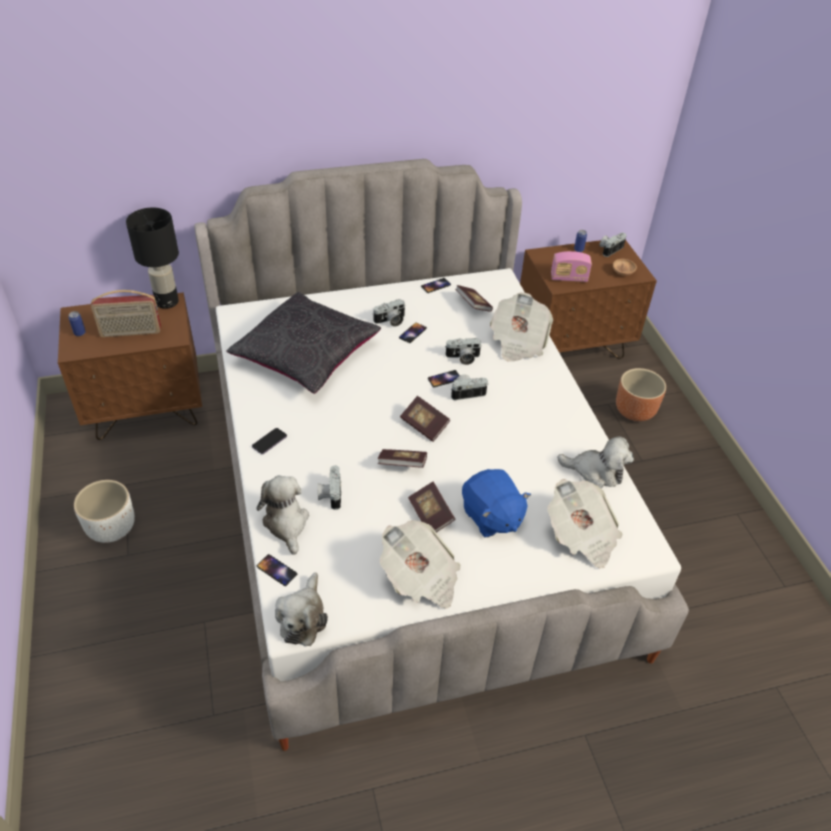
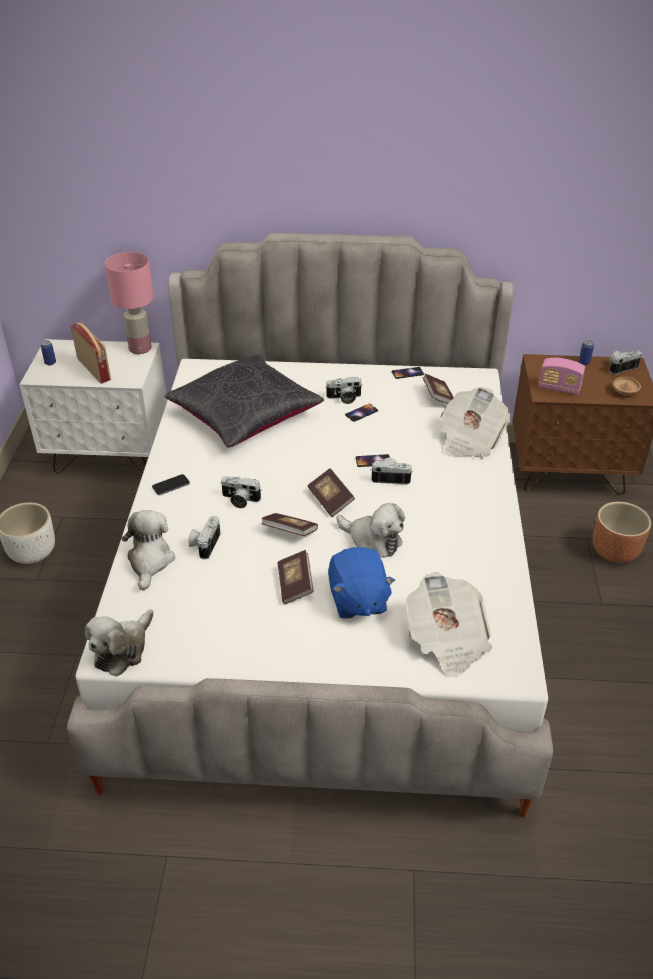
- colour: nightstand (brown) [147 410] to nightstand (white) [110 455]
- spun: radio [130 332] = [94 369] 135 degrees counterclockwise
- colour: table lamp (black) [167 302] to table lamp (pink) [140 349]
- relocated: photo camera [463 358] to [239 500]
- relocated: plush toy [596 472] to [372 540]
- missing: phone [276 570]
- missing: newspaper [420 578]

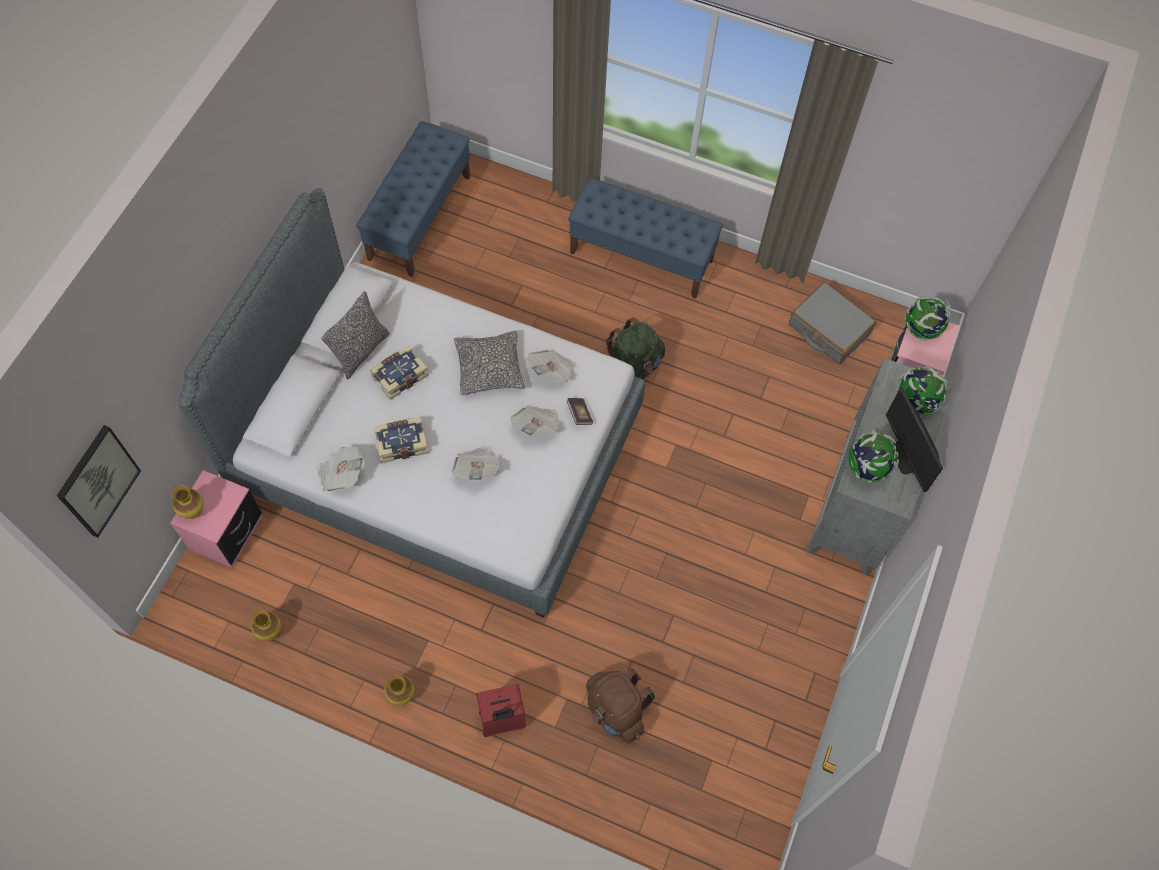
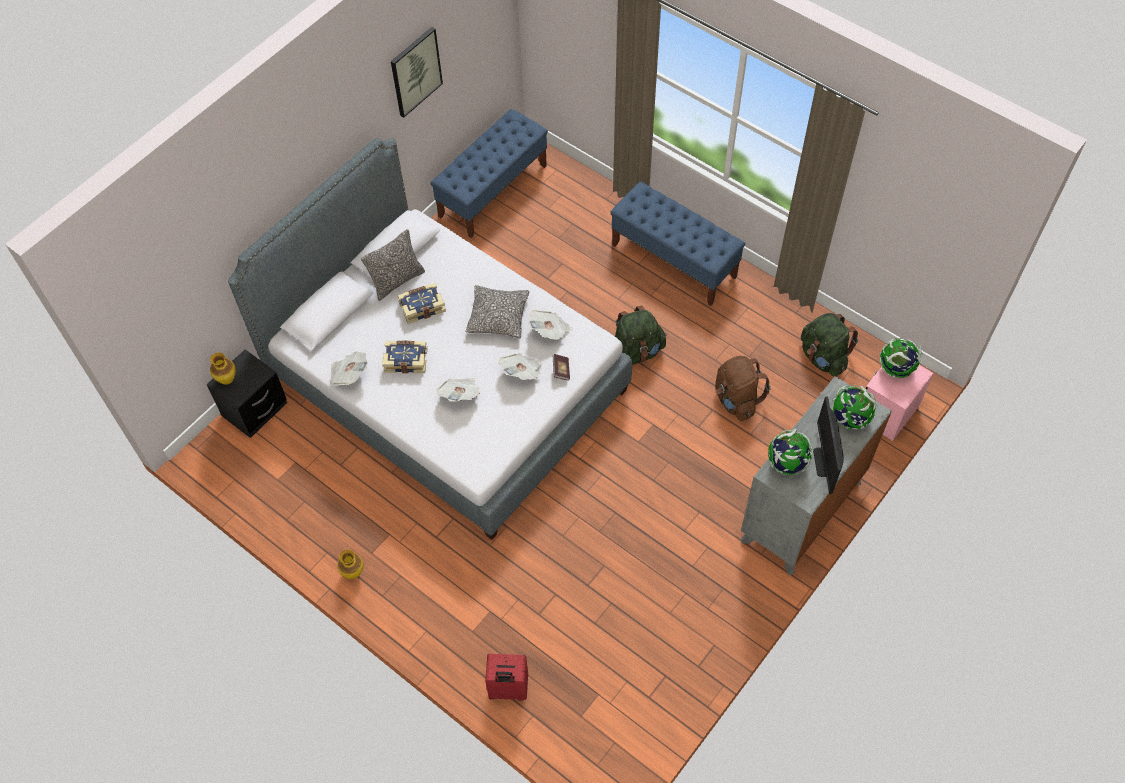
- colour: nightstand (pink) [227 533] to nightstand (black) [255 410]
- relocated: picture [97 481] to [415 71]
- relocated: suitcase (red) [502 721] to [508 689]
- relocated: backpack (brown) [616 710] to [736 400]
- exchanged: suitcase (grey) [828 329] to backpack (green) [823 357]
- missing: vase [270 632]

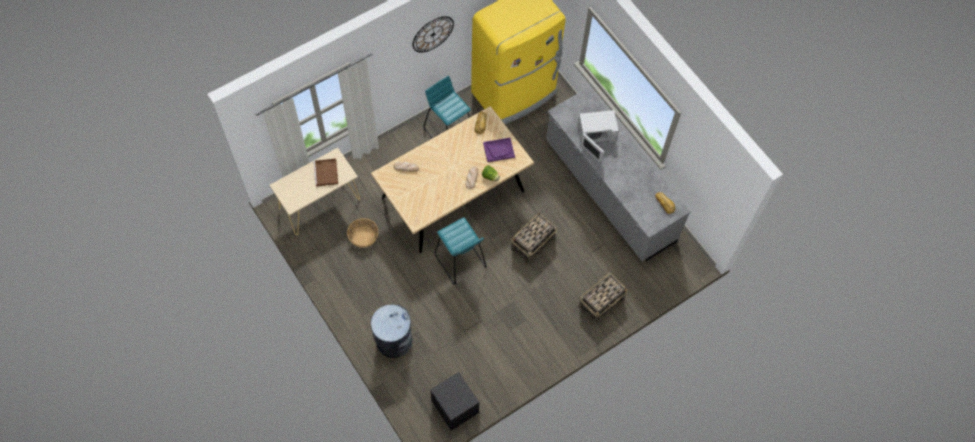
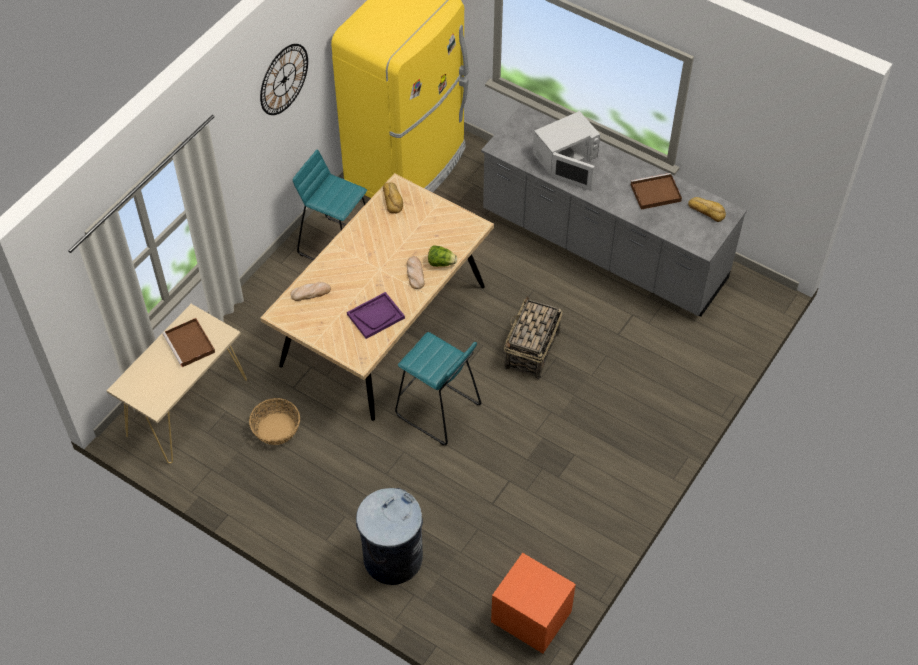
- relocated: tray (purple) [499 150] to [376 316]
- colour: nightstand (black) [455 407] to nightstand (orange) [531 617]
- appeared: tray (brown) [654 193]
- missing: basket [601 302]

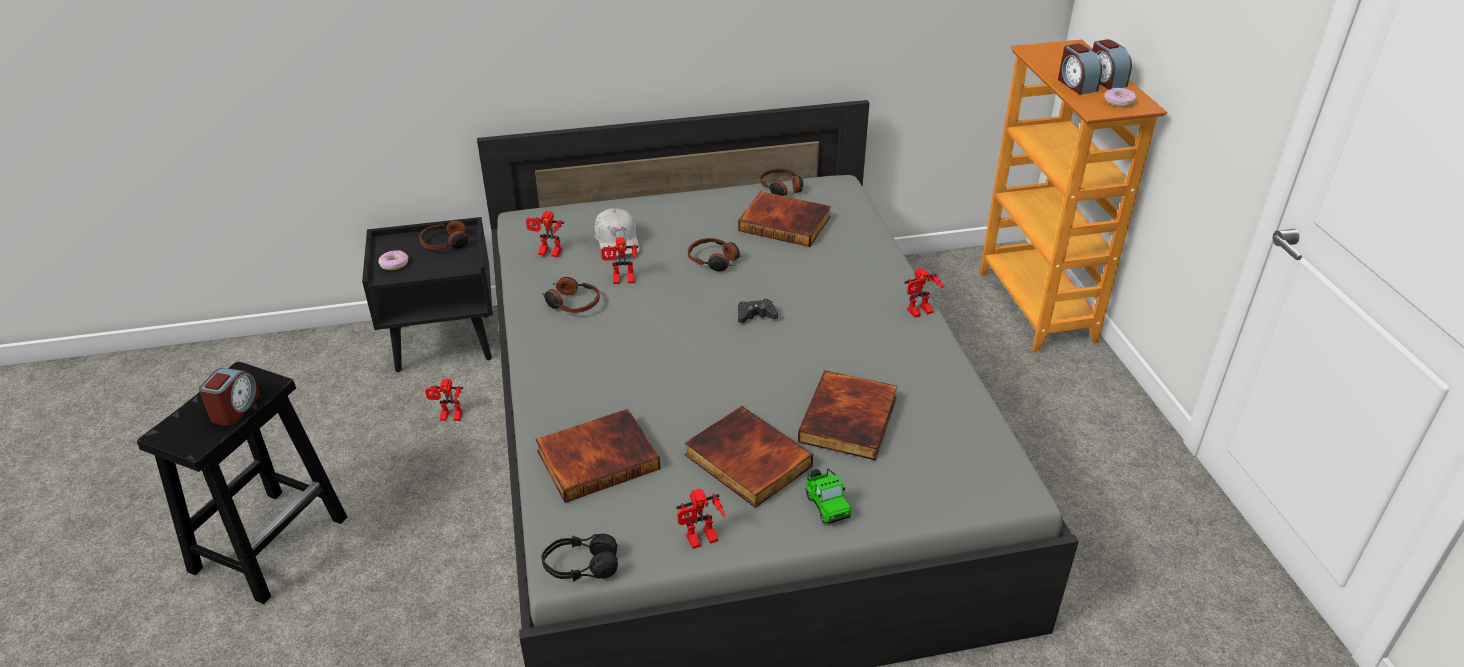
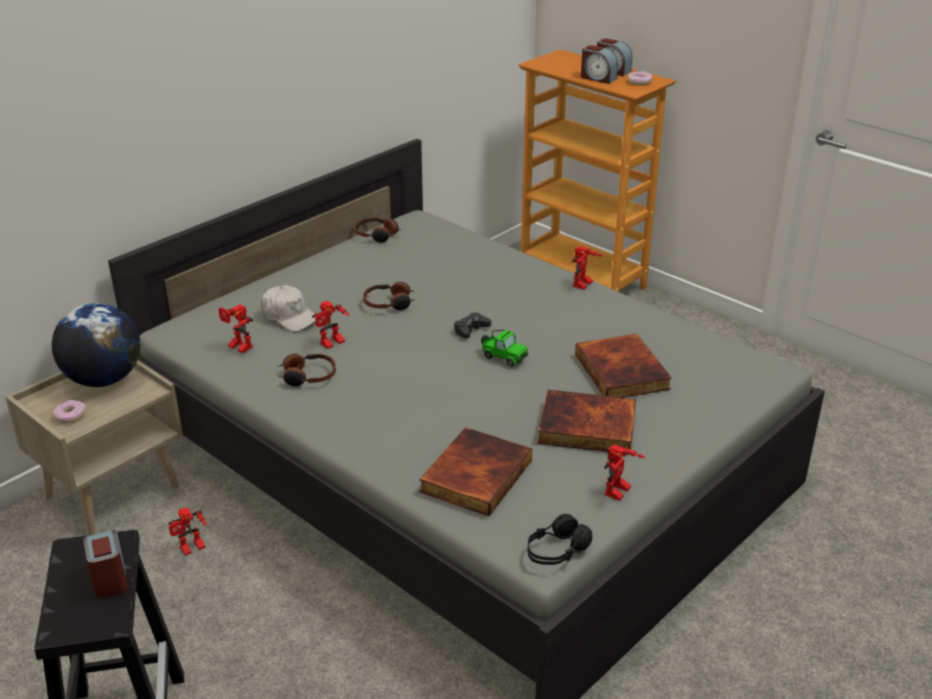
- colour: nightstand (black) [445 341] to nightstand (beige) [113 491]
- exchanged: headphones [447 242] to globe [103 379]
- spun: toy robot [547 253] = [237 347] 60 degrees clockwise
- relocated: toy car [826 504] to [502 357]
- missing: book [786 223]

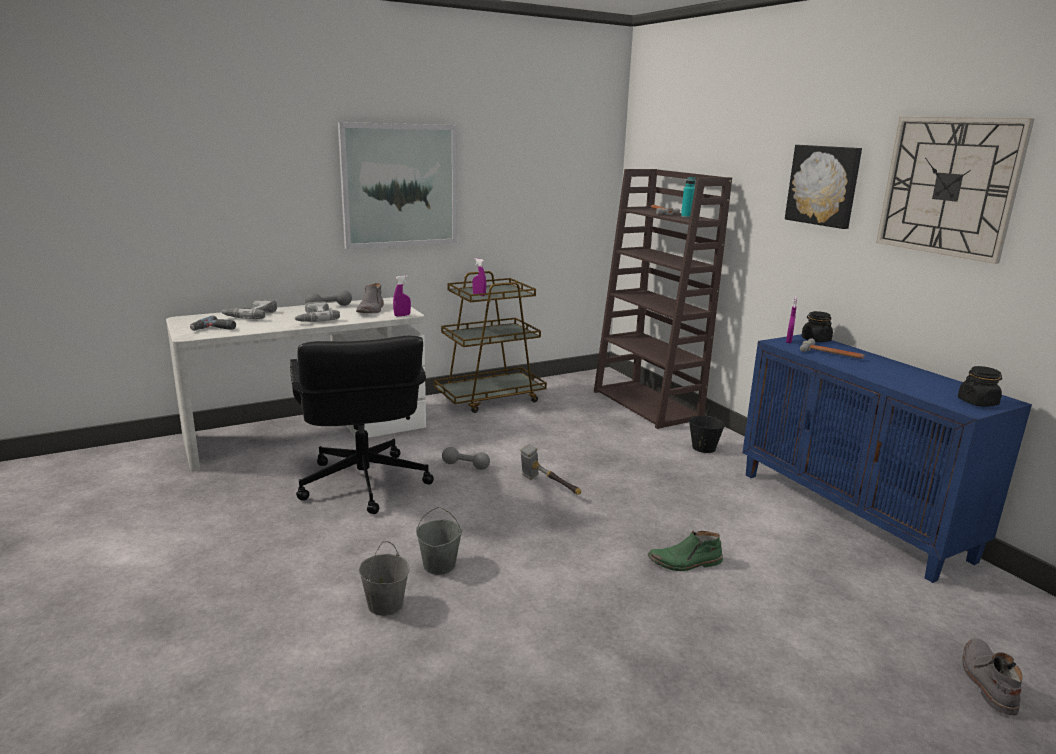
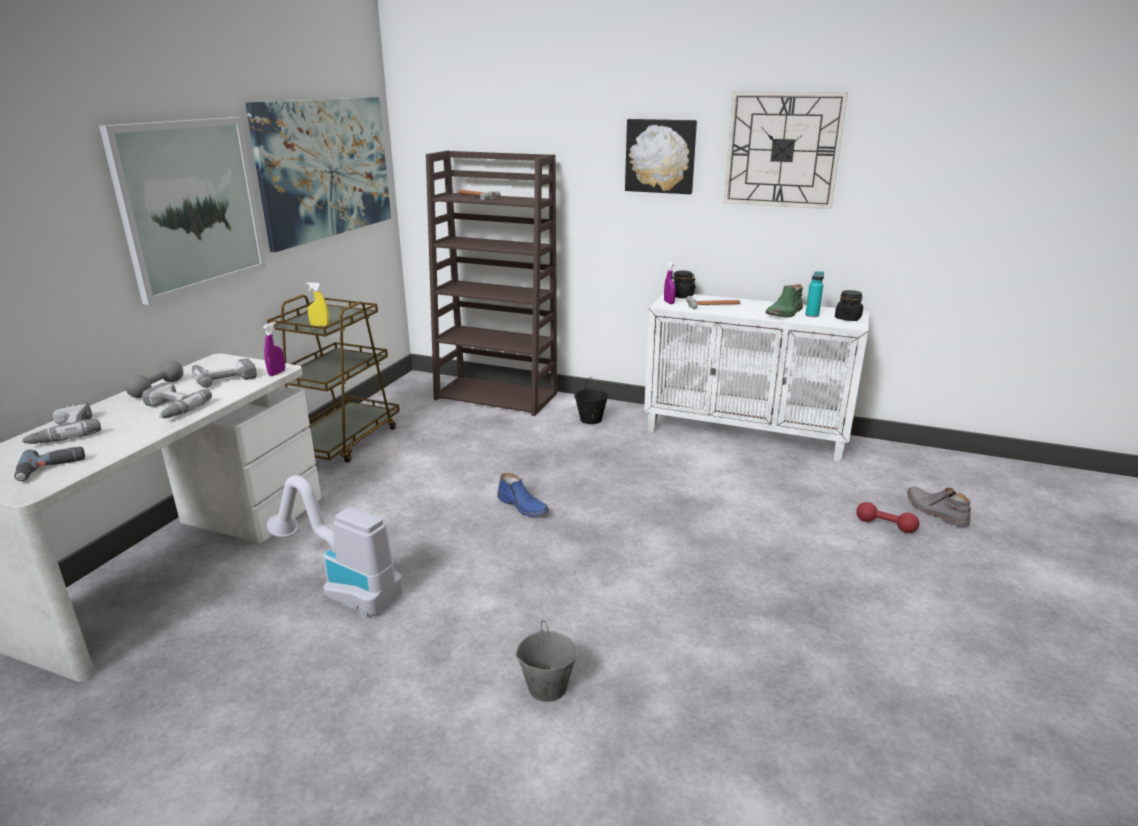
- exchanged: boot (grey) [371 310] to power drill [223 377]
- appeared: picture [326 168]
- exchanged: office chair (black) [363 484] to vacuum cleaner [342 587]
- colour: spray bottle (purple) [479 295] to spray bottle (yellow) [320 325]
- exchanged: hammer [548 487] to boot (blue) [523 506]
- colour: cabinet (blue) [852 515] to cabinet (white) [746 433]
- relocated: boot (green) [685 563] to [784 313]
- relocated: bottle (turquoise) [686 217] to [812 315]
- appeared: dumbbell (red) [885 525]
- missing: bucket (grey) [439 566]
- missing: dumbbell (grey) [465 466]

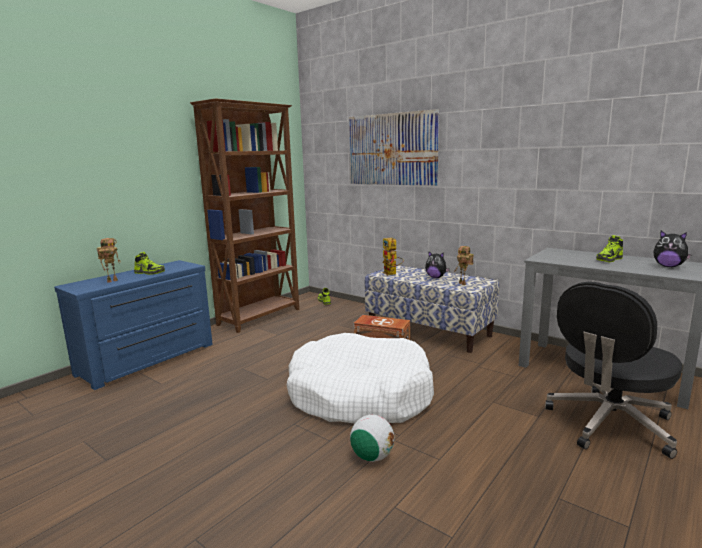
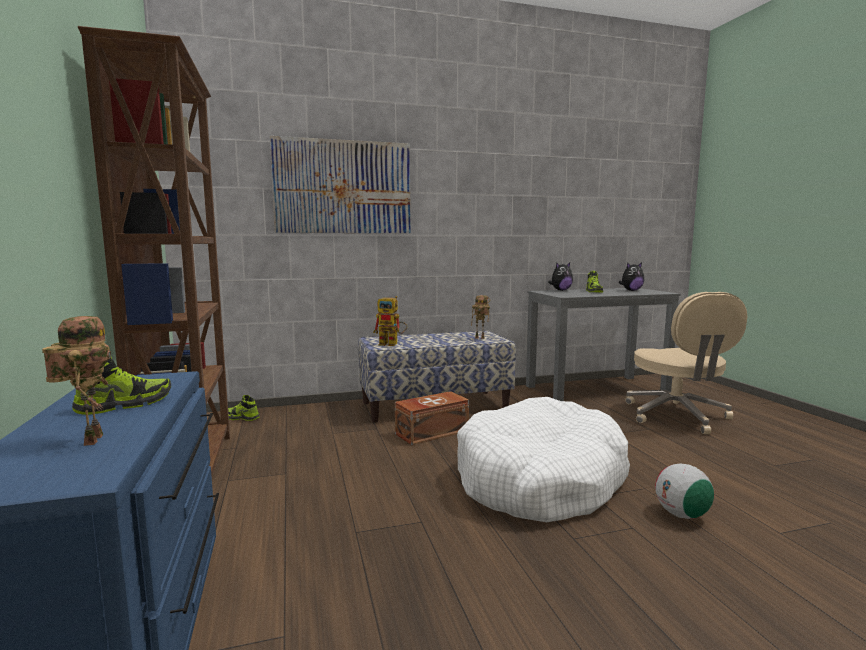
- relocated: plush toy [436 277] to [560 290]
- colour: office chair (black) [609 424] to office chair (beige) [677 416]

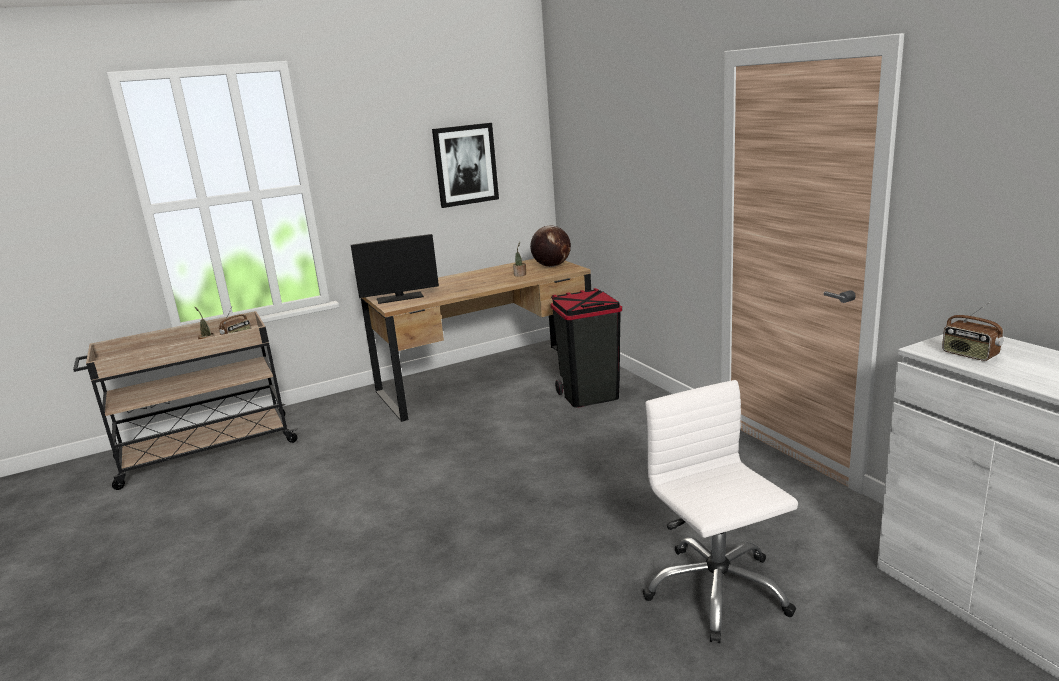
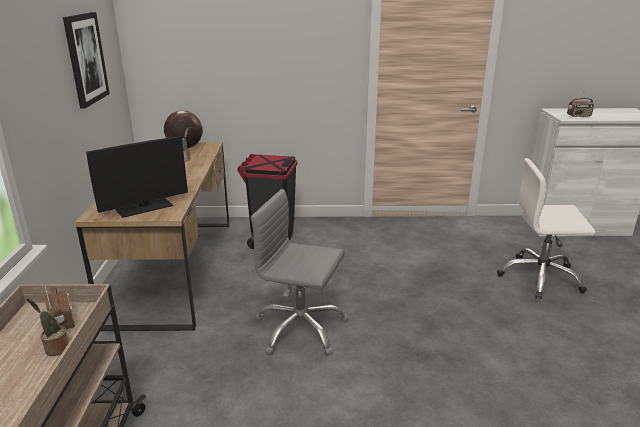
- spun: monitor [400 297] = [144 207] 45 degrees clockwise
- appeared: office chair (grey) [300 329]

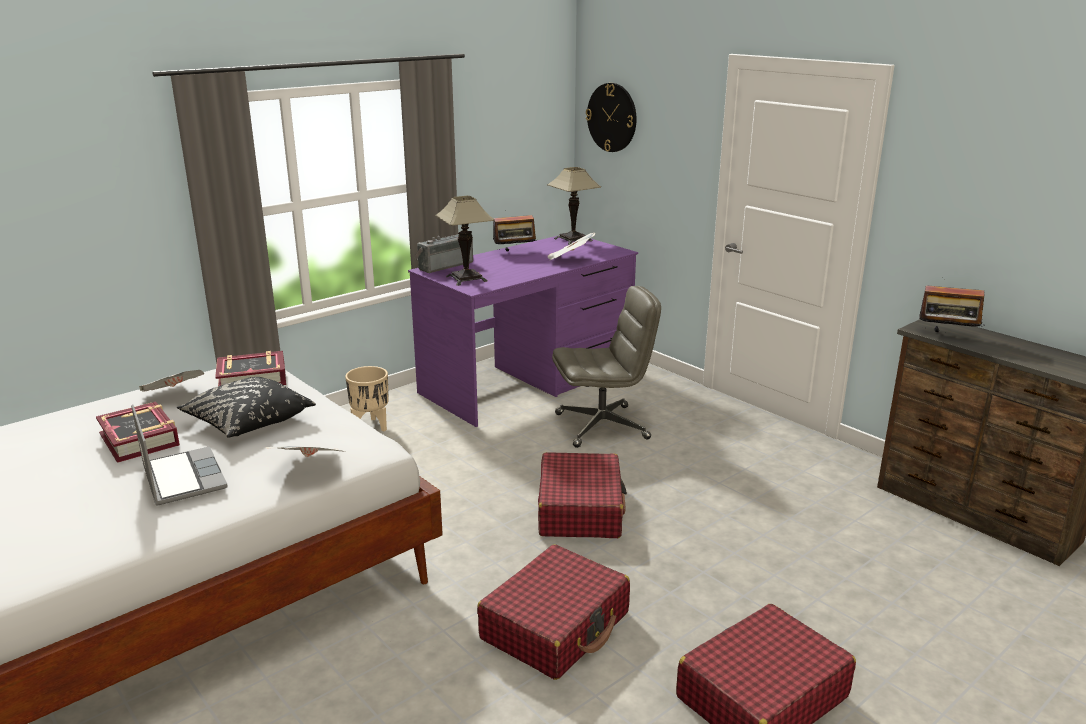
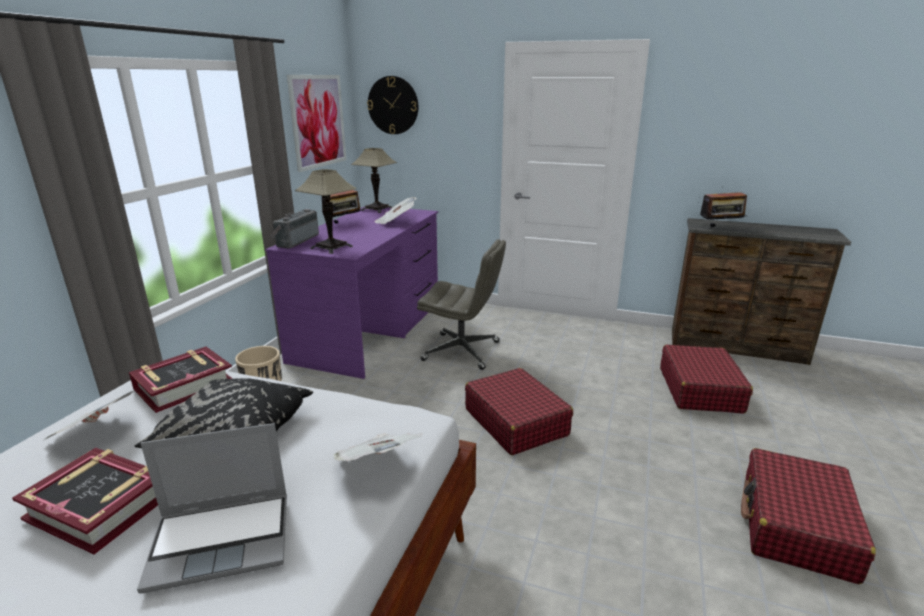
- spun: laptop [182 478] = [223 539] 135 degrees clockwise
- appeared: picture [318 121]
- spun: office chair (grey) [603 426] = [462 351] 60 degrees clockwise
- relocated: suitcase (red) [556 626] to [700 389]

